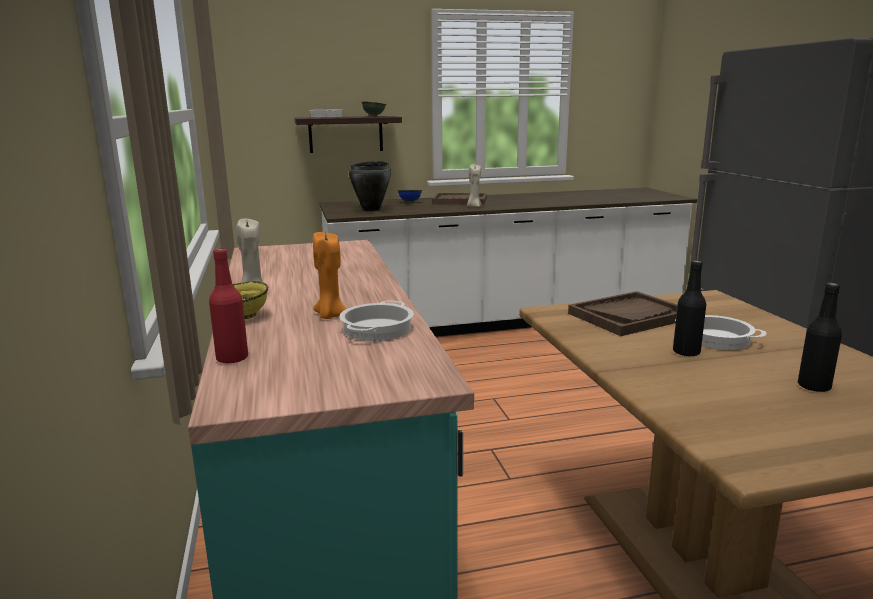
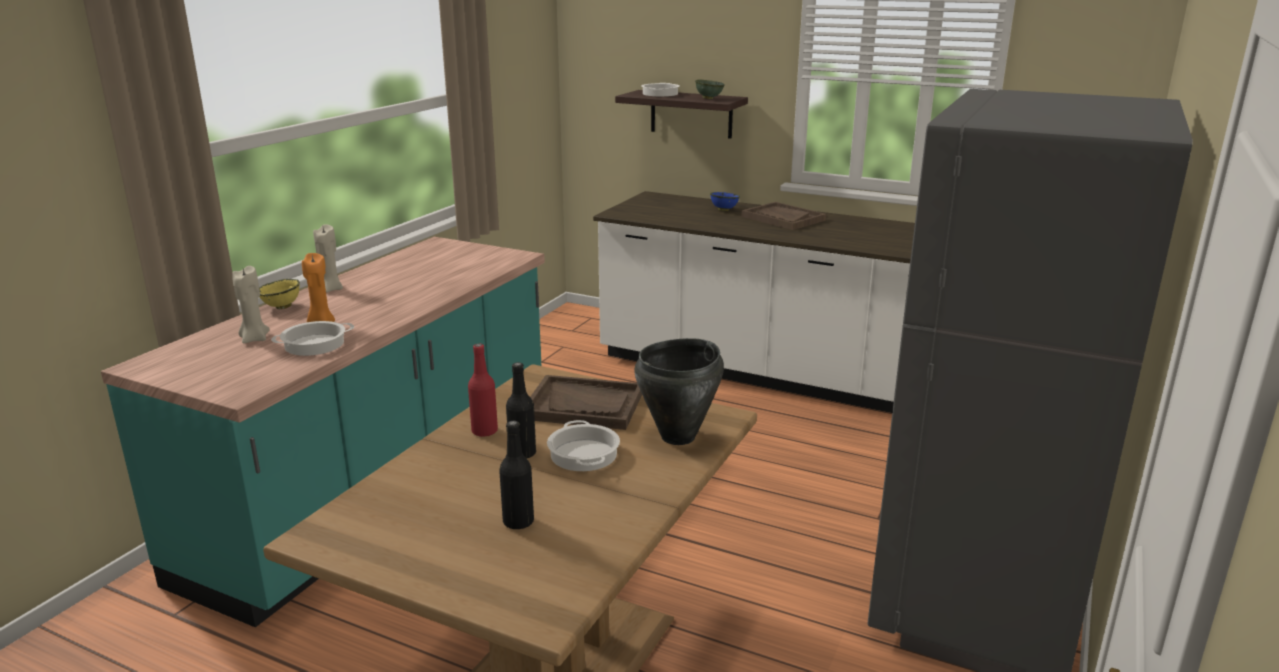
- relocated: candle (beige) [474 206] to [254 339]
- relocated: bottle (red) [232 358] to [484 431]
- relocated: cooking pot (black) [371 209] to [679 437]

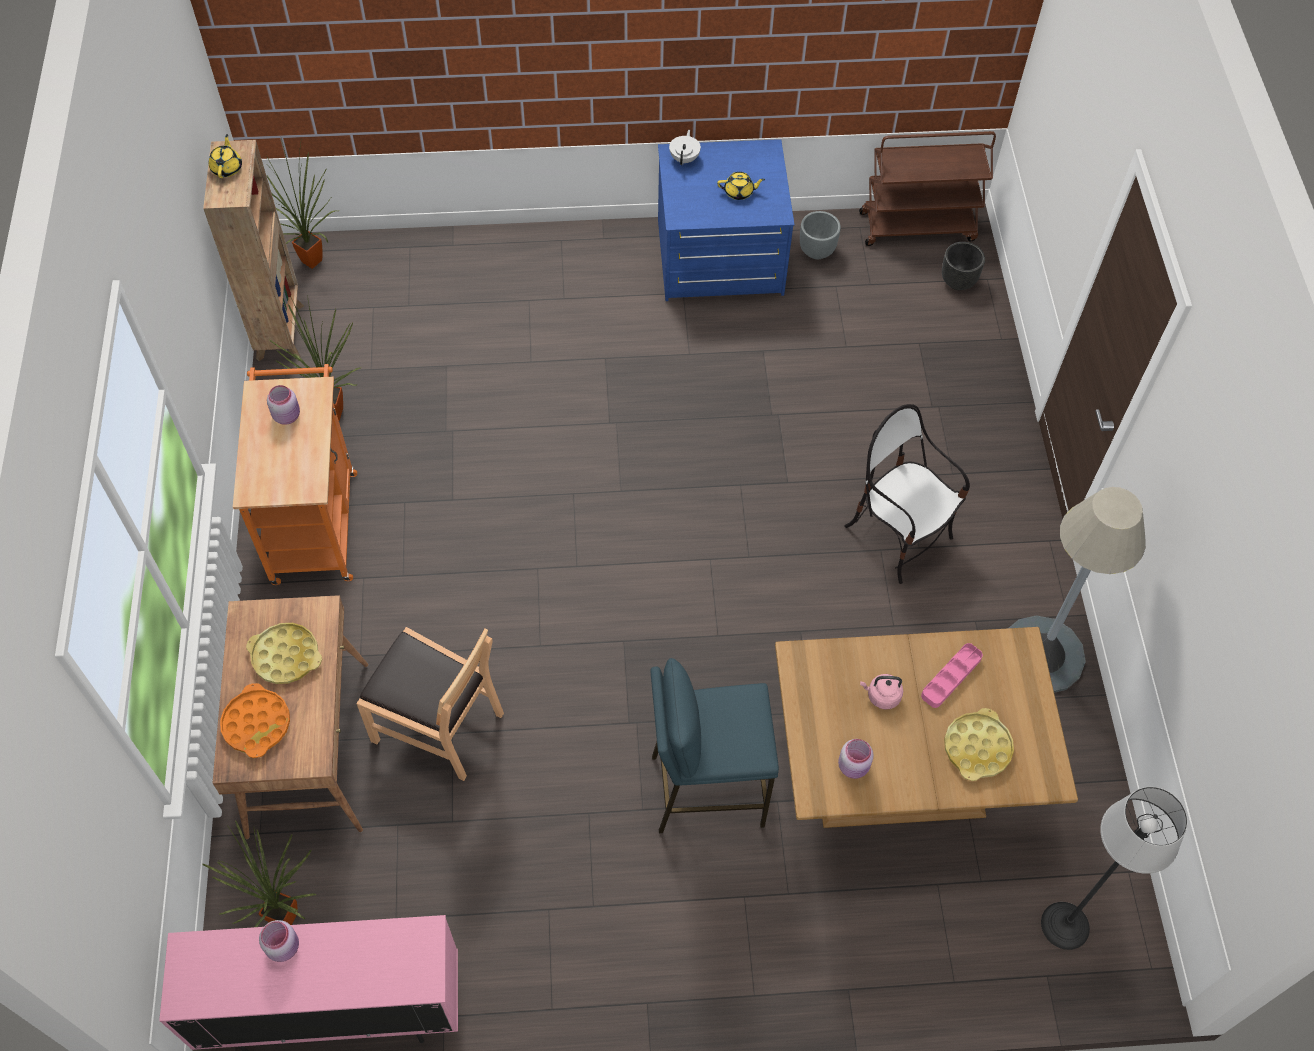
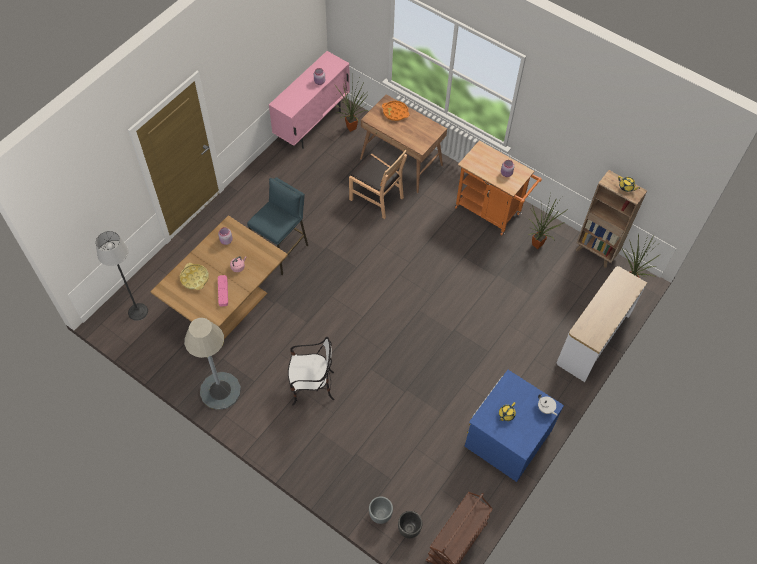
- spun: chair (brown) [438 725] = [376 198] 120 degrees counterclockwise
- relocated: planter (grey) [816 252] to [380 514]
- appeared: console table [593 339]
- missing: tray (yellow) [286 656]

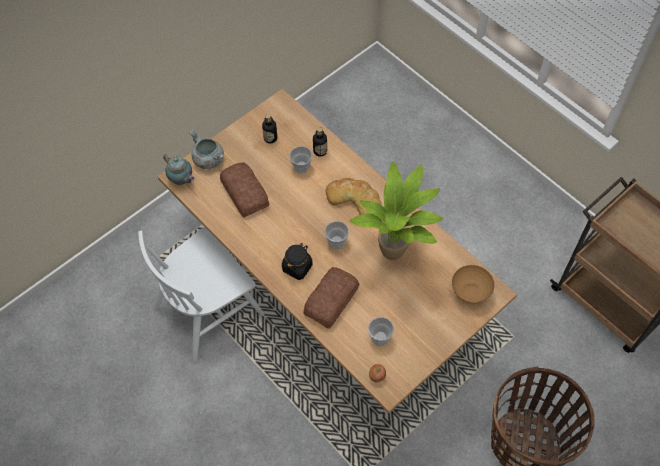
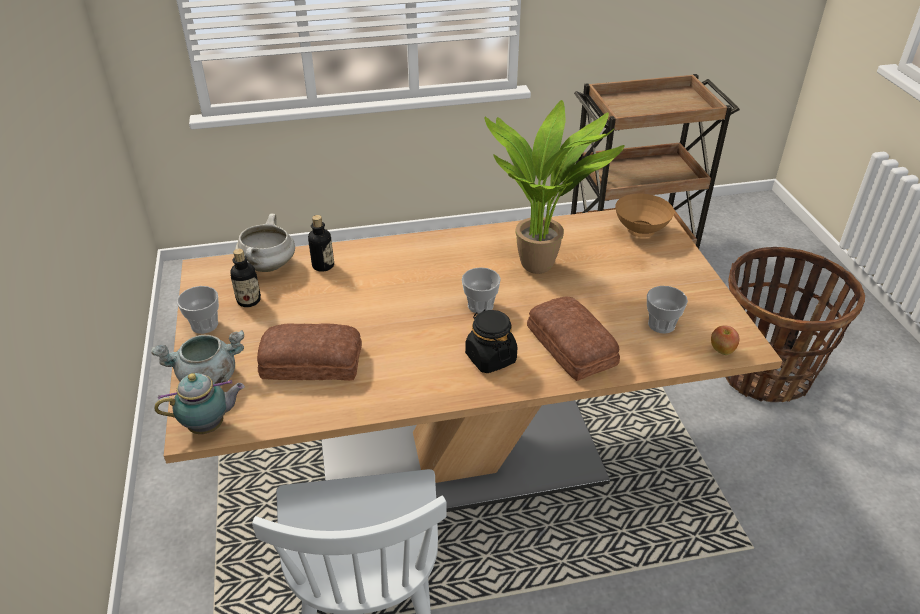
- relocated: cup [301 167] to [204 325]
- appeared: cooking pot (white) [268 266]
- missing: bread [354 199]

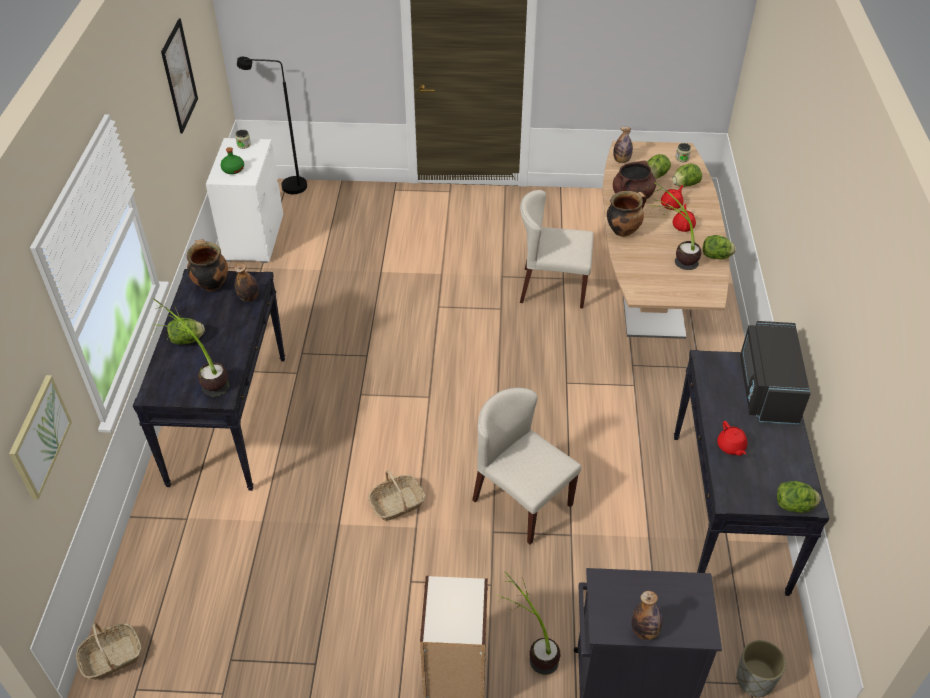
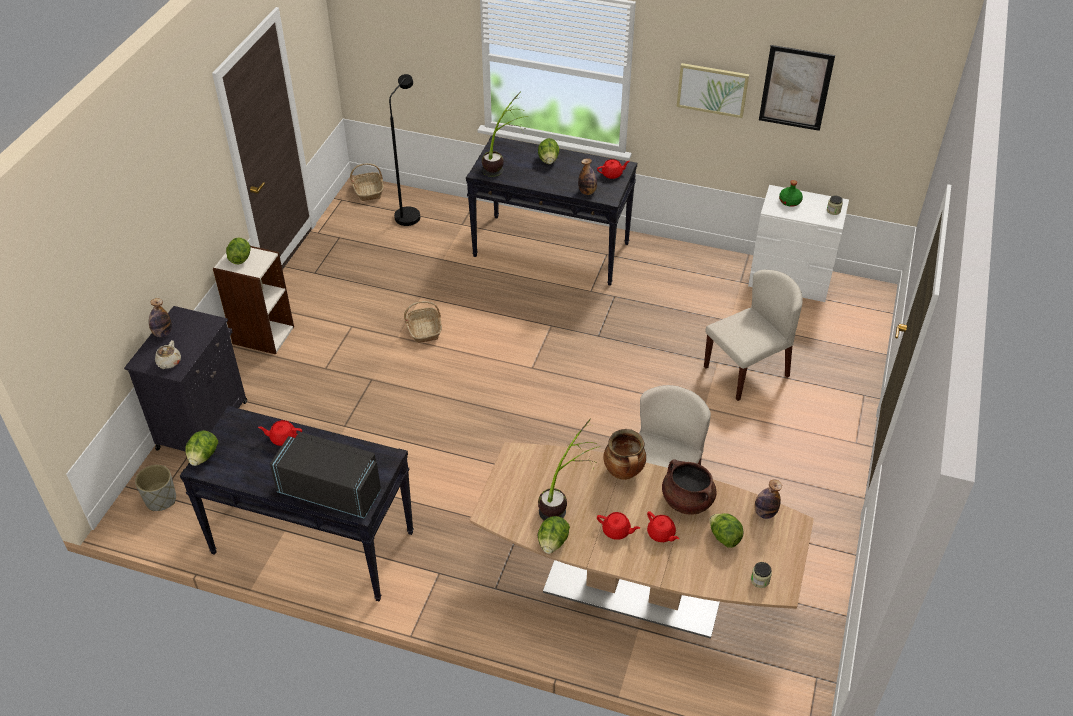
- appeared: teapot (beige) [169 362]
- relocated: lettuce [685 185] to [240 258]
- relocated: floor lamp (black) [287 187] to [409 213]
- exchanged: cooking pot [211 284] to teapot (red) [612 174]
- relocated: picture [39 436] to [712 89]
- relocated: chair (beige) [521 502] to [746 371]
- missing: potted plant [531 648]

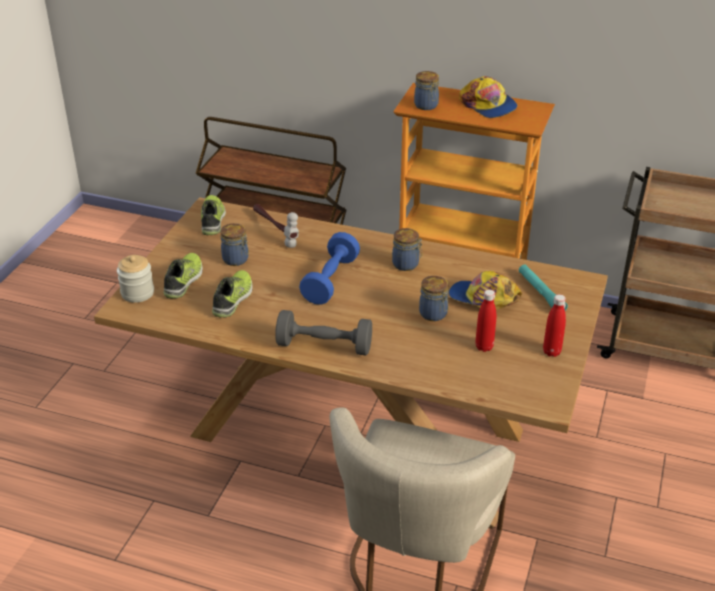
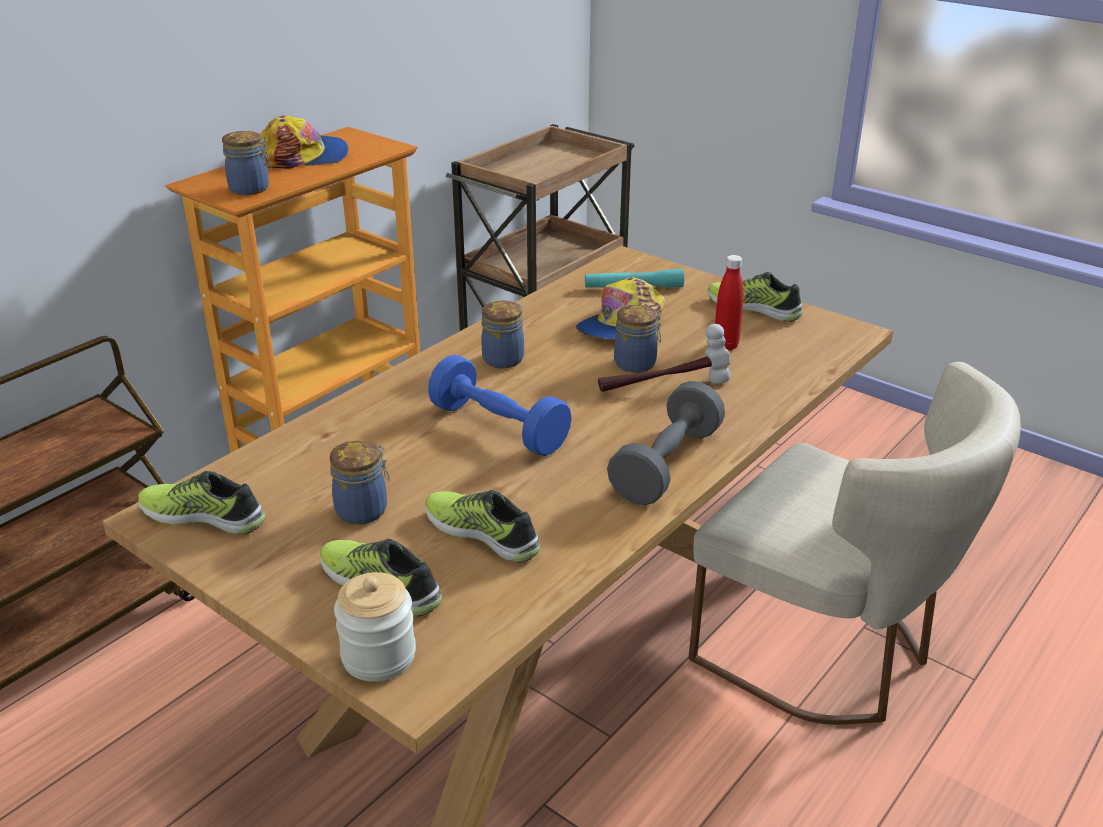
- relocated: hammer [275 230] to [664 386]
- exchanged: bottle (red) [551 352] to shoe [754 308]

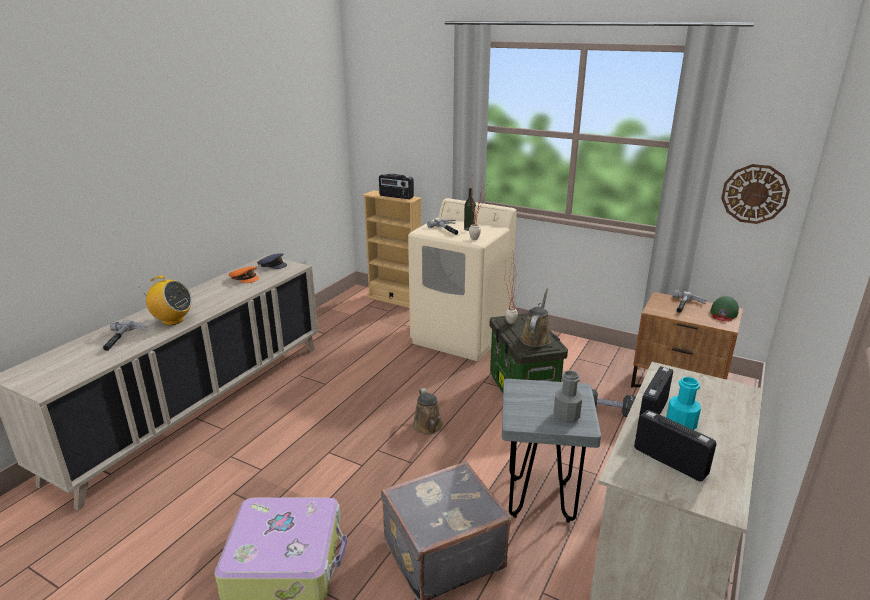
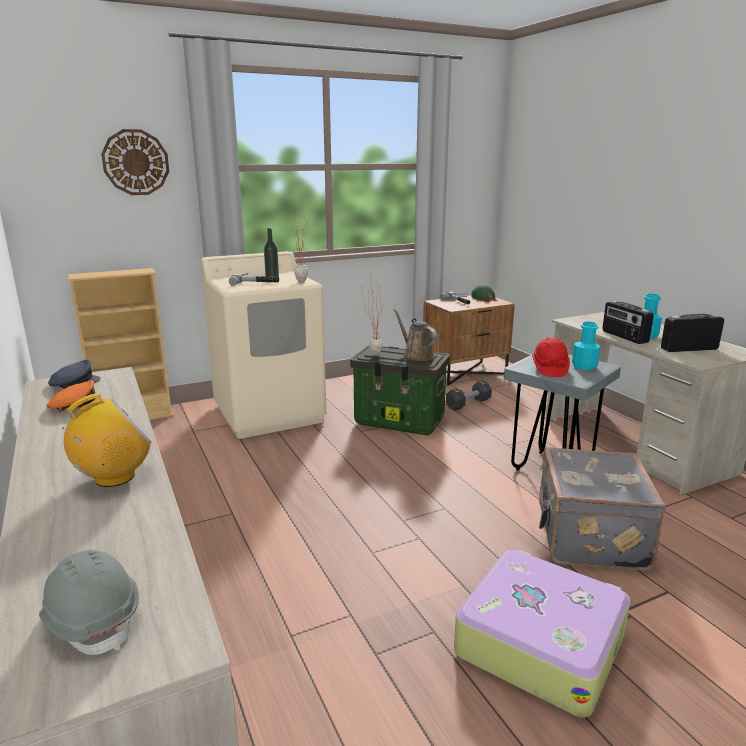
- appeared: hard hat (grey) [92 619]
- relocated: wall clock [754 194] to [136 162]
- appeared: hard hat (red) [549 369]
- colour: bottle (grey) [566 416] to bottle (turquoise) [584 366]
- missing: hammer [123 339]
- missing: radio [396 196]
- missing: watering can (brown) [429 427]

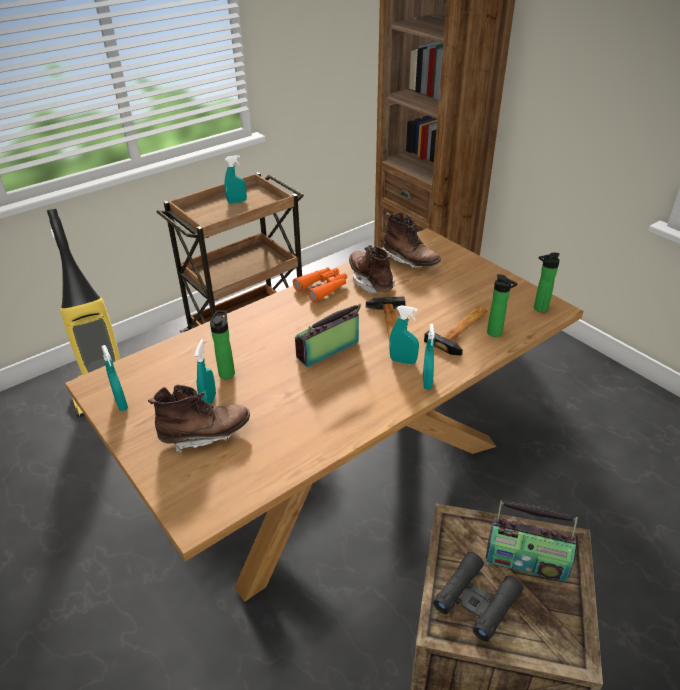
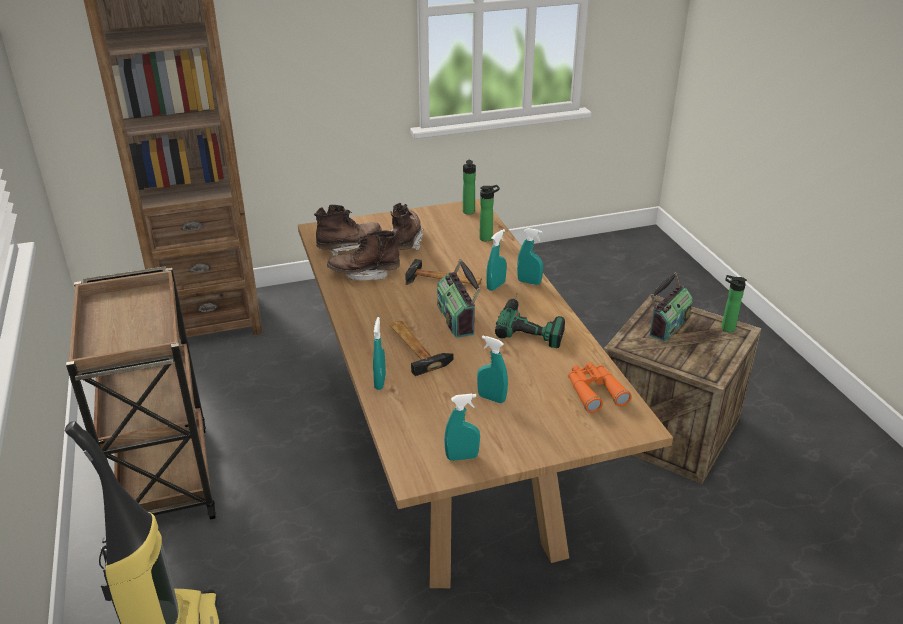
- relocated: spray bottle (turquoise) [237 202] to [380 382]
- relocated: hammer [463 331] to [416 347]
- relocated: boot (brown) [205 435] to [406 241]
- appeared: power drill [532 322]
- relocated: binoculars (orange) [323 288] to [594 391]
- relocated: bottle [227 372] to [725 328]
- missing: binoculars (black) [476 600]

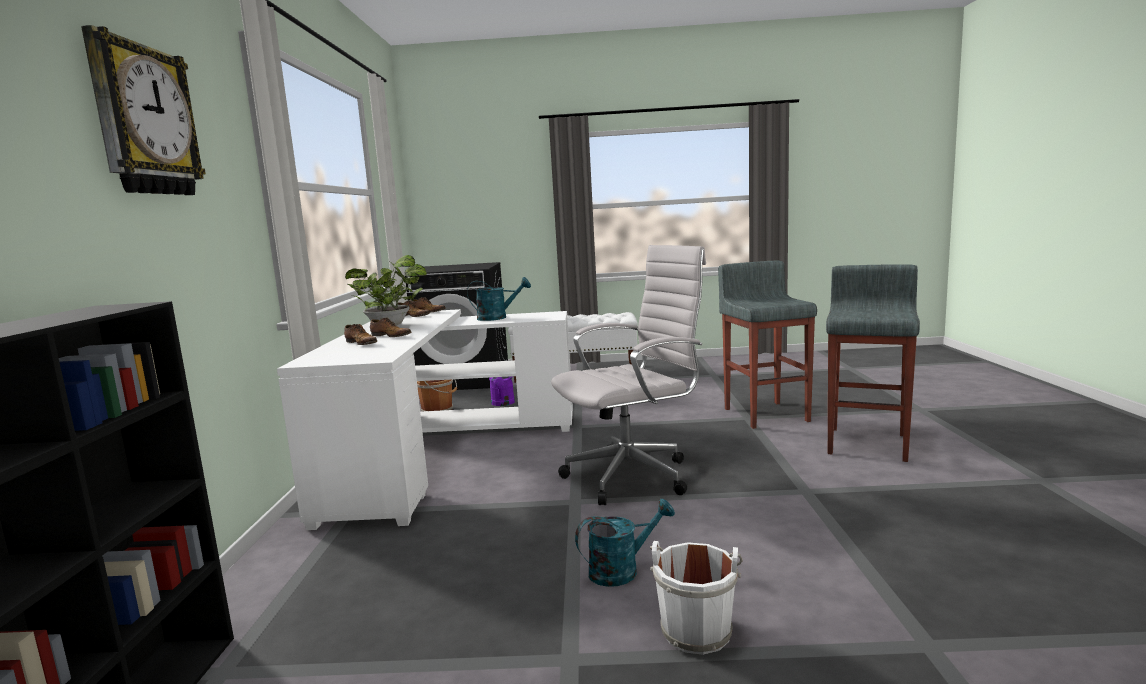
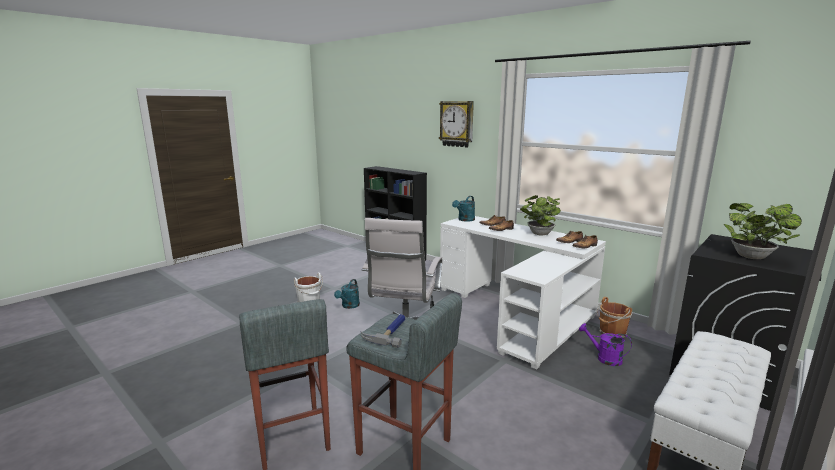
- appeared: hammer [389 332]
- relocated: watering can (turquoise) [498 317] to [465 220]
- appeared: potted plant [754 257]

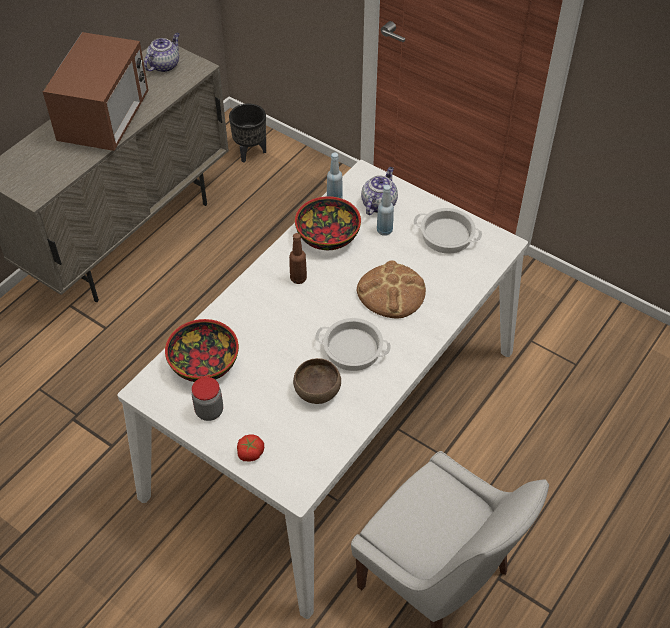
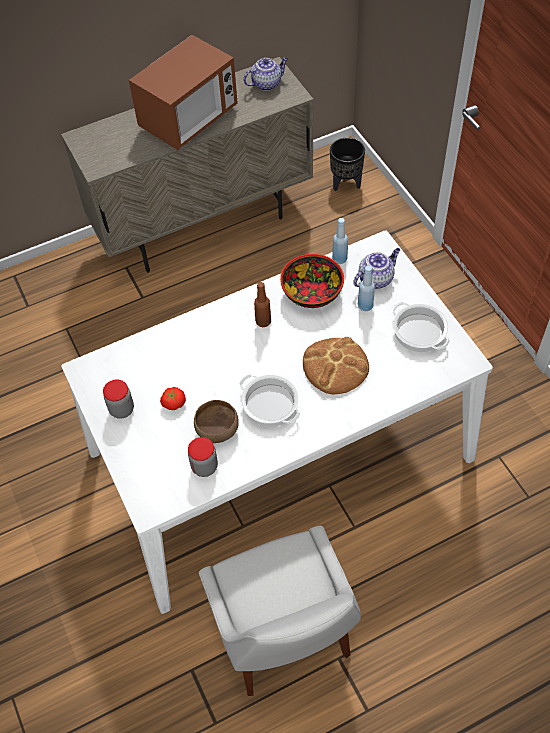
- relocated: tomato [250 452] to [173 402]
- appeared: jar [204 467]
- missing: bowl [204 363]

